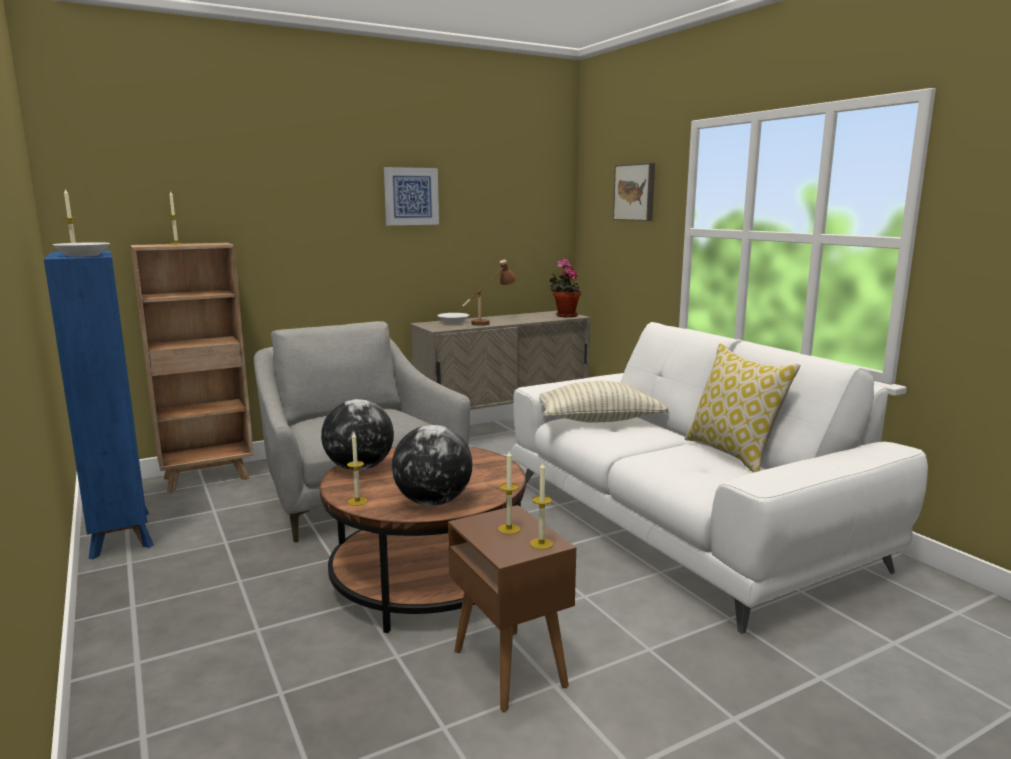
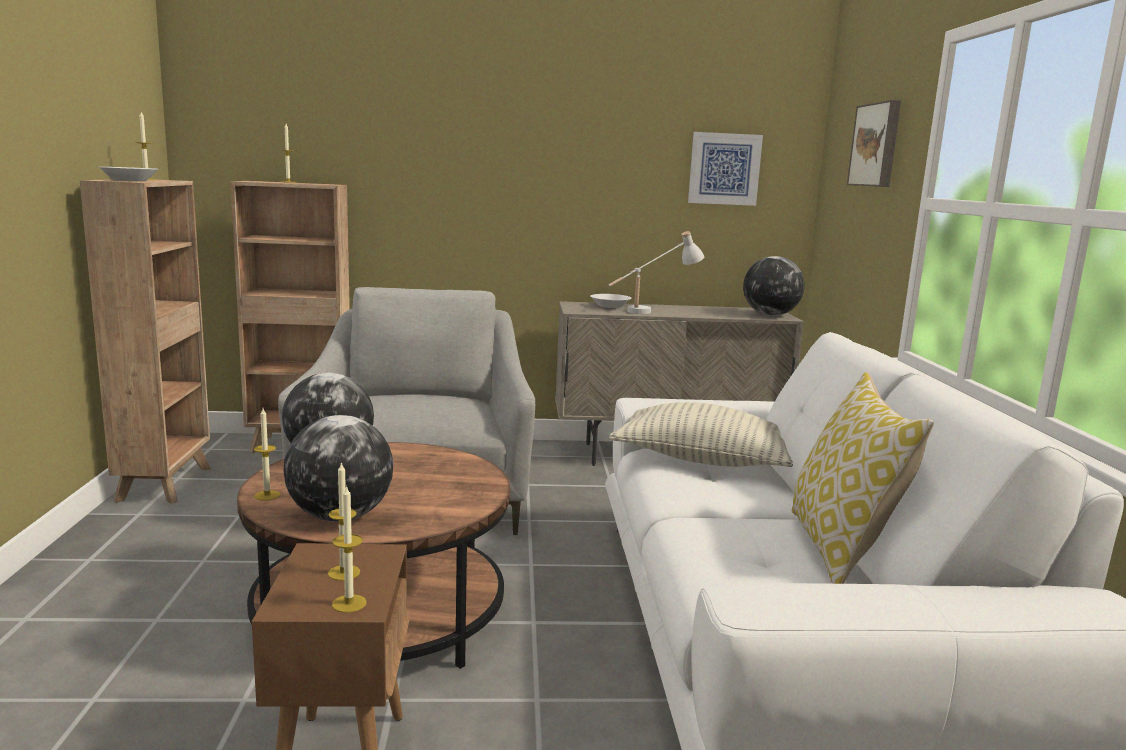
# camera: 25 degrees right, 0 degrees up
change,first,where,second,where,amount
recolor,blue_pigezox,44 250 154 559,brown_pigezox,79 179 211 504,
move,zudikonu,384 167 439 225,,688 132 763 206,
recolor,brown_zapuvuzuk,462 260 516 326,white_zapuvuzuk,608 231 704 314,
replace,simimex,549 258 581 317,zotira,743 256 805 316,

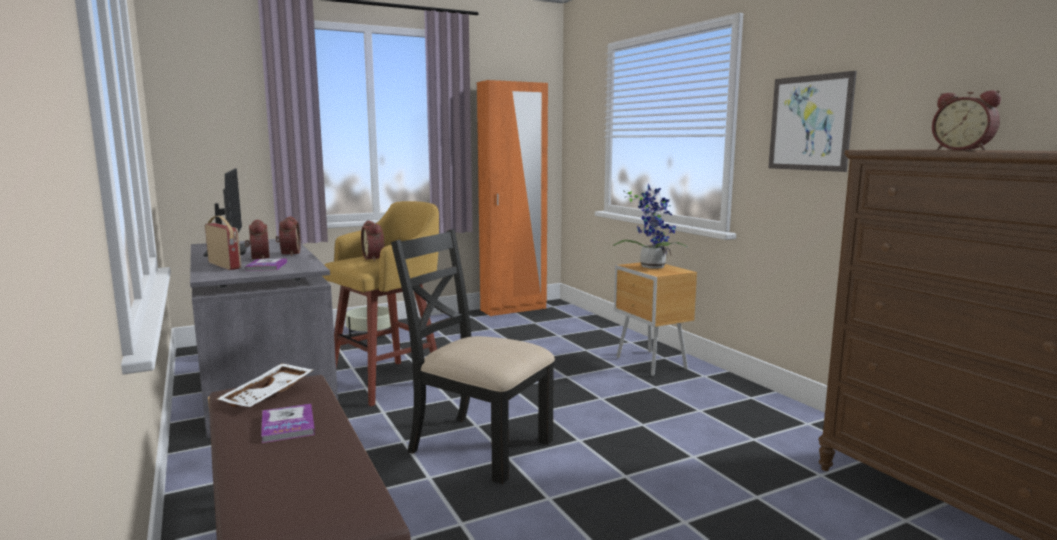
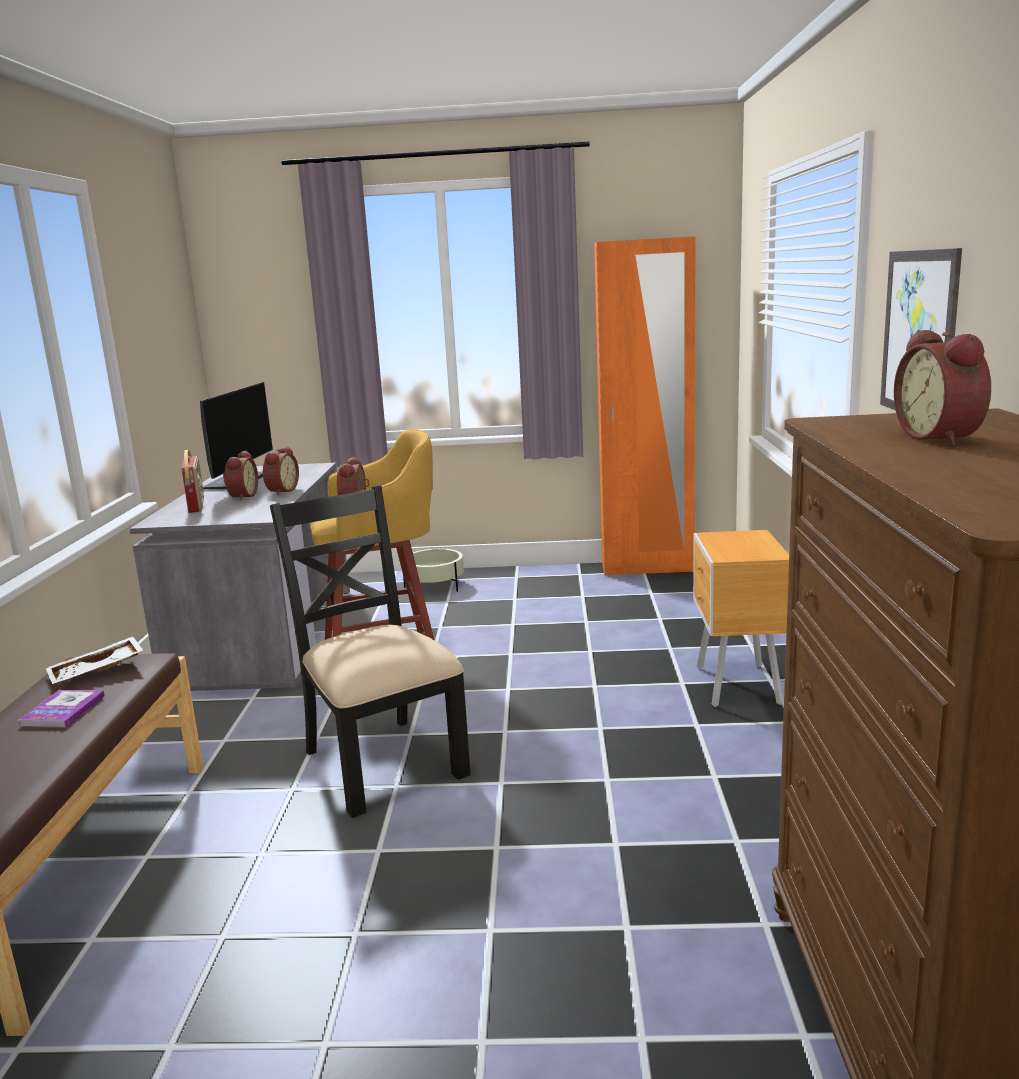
# camera: 30 degrees right, 5 degrees up
change,first,where,second,where,amount
delete,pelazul,245 258 287 271,,,
delete,simimex,613 183 687 269,,,

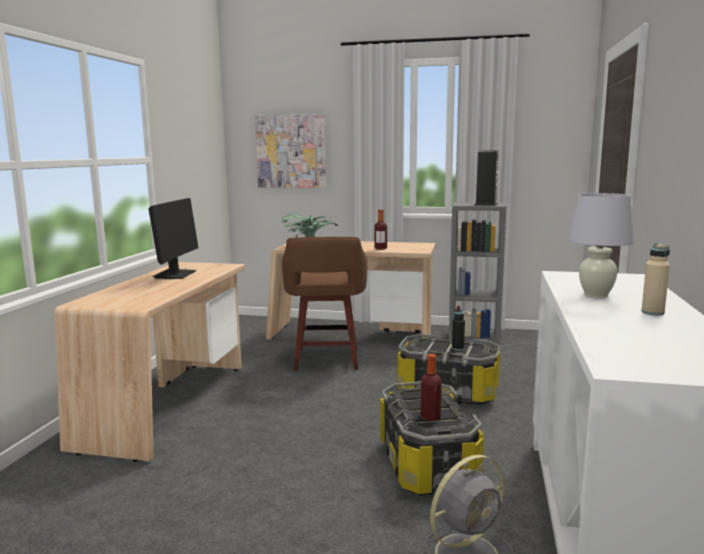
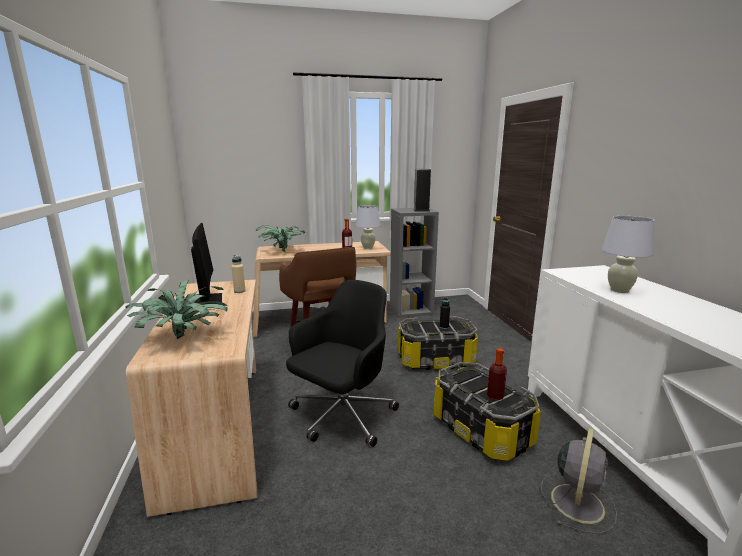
# camera: 25 degrees left, 5 degrees up
change,first,where,second,where,amount
delete,zudikonu,255 114 326 188,,,
move,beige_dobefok,641 243 670 315,,231 255 246 293,
insert,,,simimex,125 280 228 339,
insert,,,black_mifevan,286 280 399 447,
insert,,,white_zapuvuzuk,355 205 381 249,

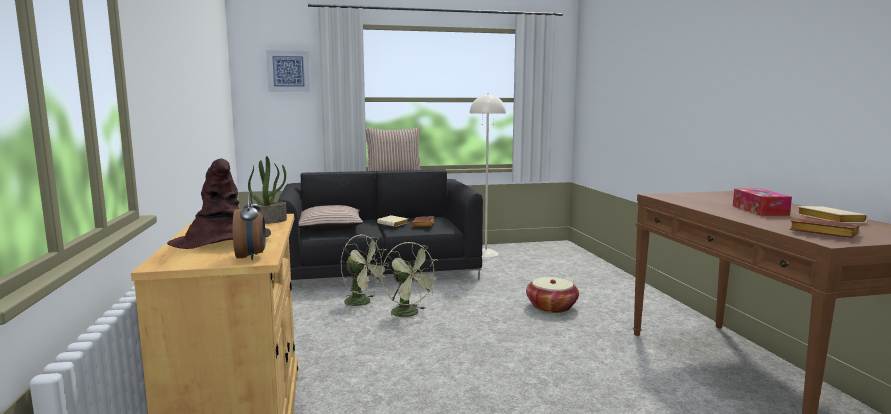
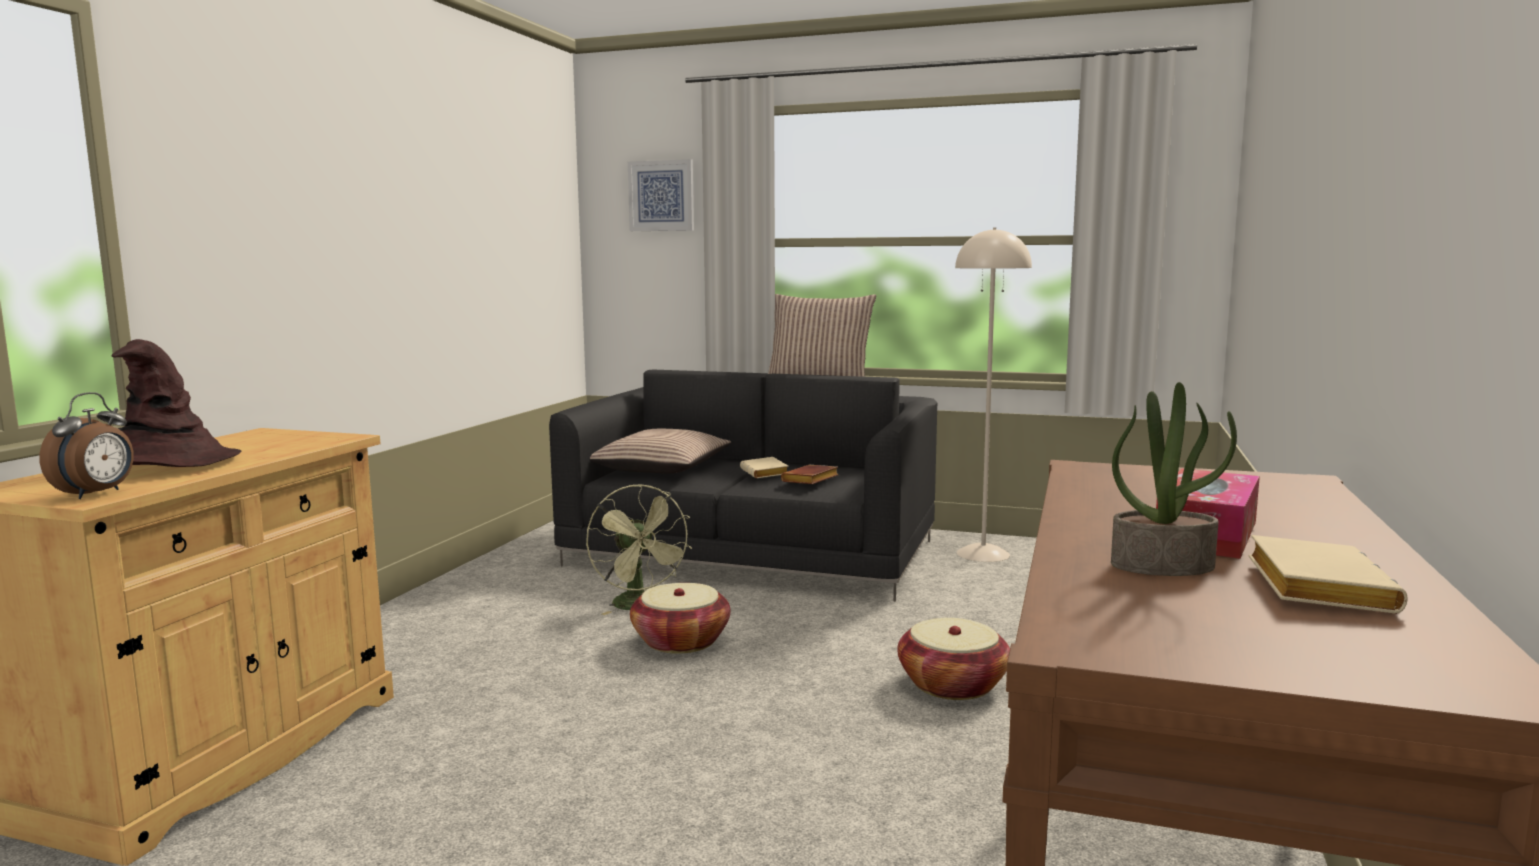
# camera: 30 degrees right, 0 degrees up
change,first,where,second,where,amount
move,simimex,248 156 287 224,,1111 382 1237 576,
replace,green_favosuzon,382 242 440 321,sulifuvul,630 583 730 654,
delete,brown_pelazul,789 217 859 238,,,

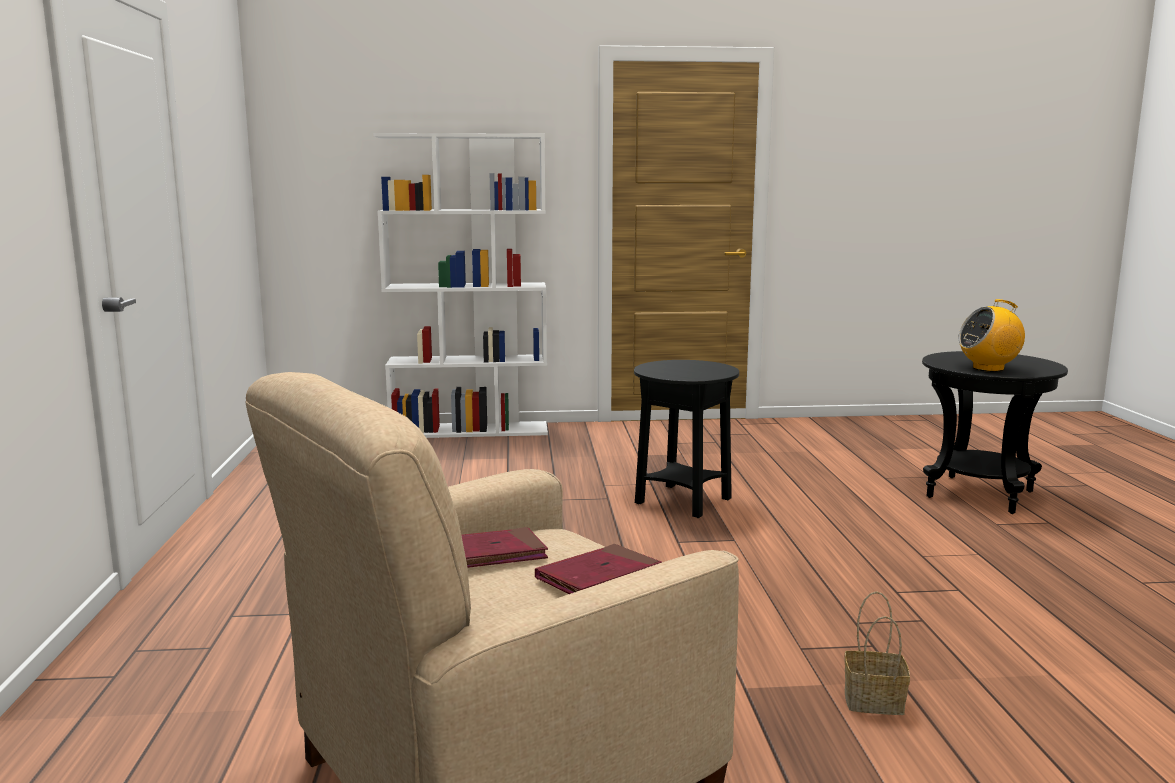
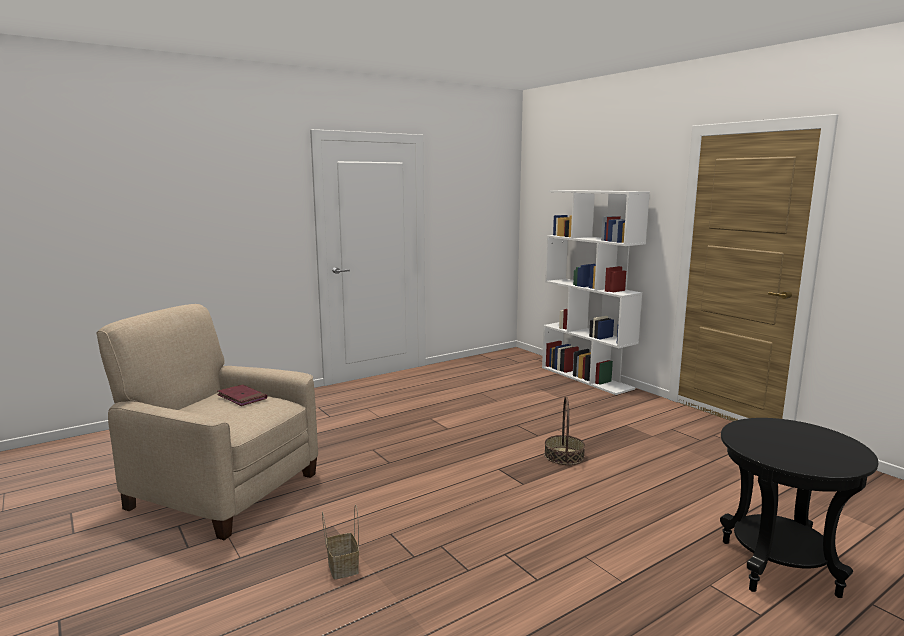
# camera: 60 degrees right, 0 degrees up
change,first,where,second,where,amount
delete,red_pelazul,535 544 662 594,,,
replace,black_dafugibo,634 360 739 518,sulifuvul,544 396 585 465,
delete,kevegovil,958 299 1025 372,,,

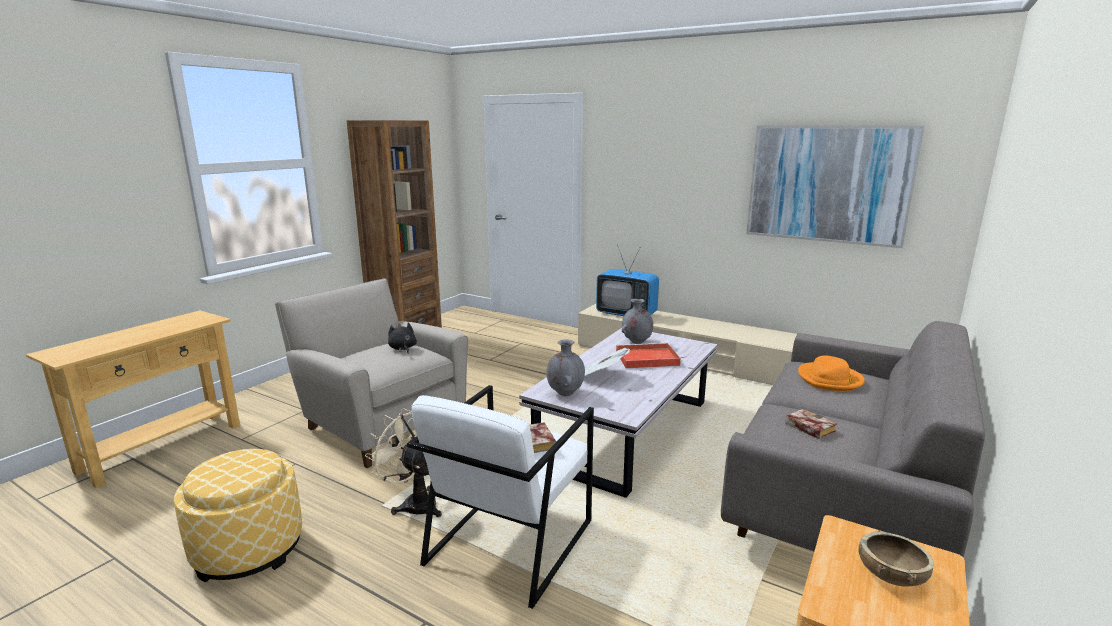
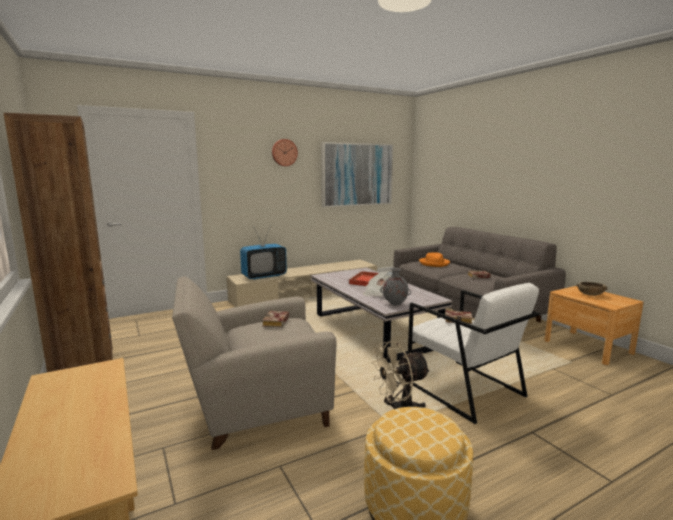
# camera: 60 degrees left, 5 degrees down
change,first,where,second,where,amount
replace,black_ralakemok,388 323 417 353,pelazul,262 311 289 327,
delete,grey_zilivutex,622 299 653 344,,,
insert,,,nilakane,272 139 298 166,

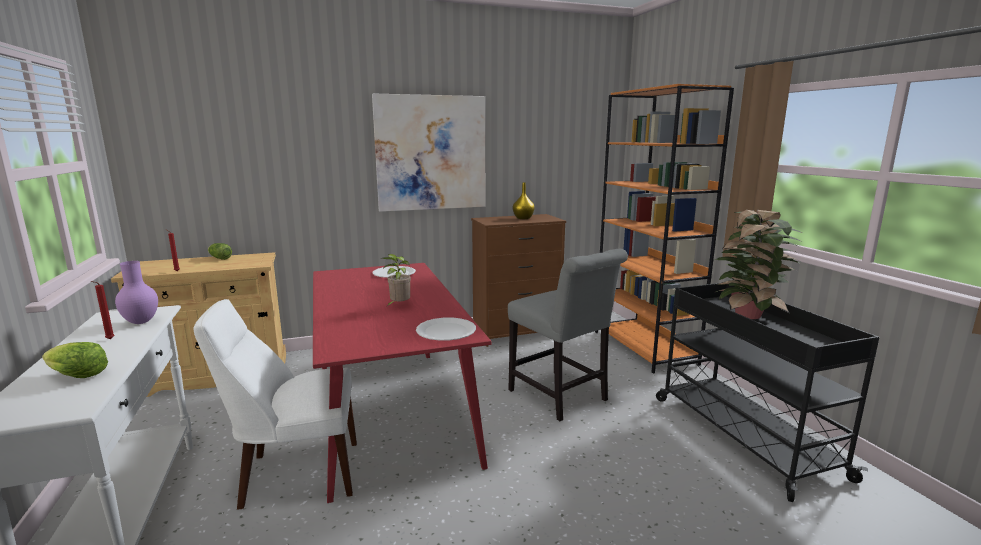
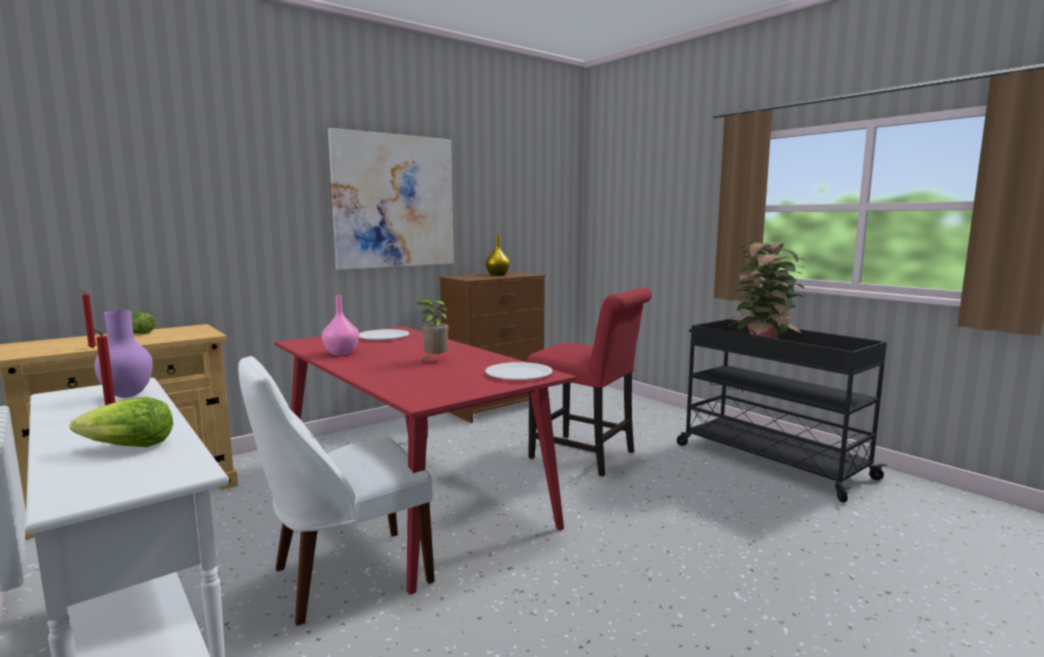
# camera: 20 degrees left, 5 degrees down
change,first,where,second,where,amount
recolor,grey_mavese,508 249 628 421,red_mavese,527 288 652 476,
delete,orange_pigezox,595 84 734 374,,,
insert,,,pink_zilivutex,322 295 359 355,

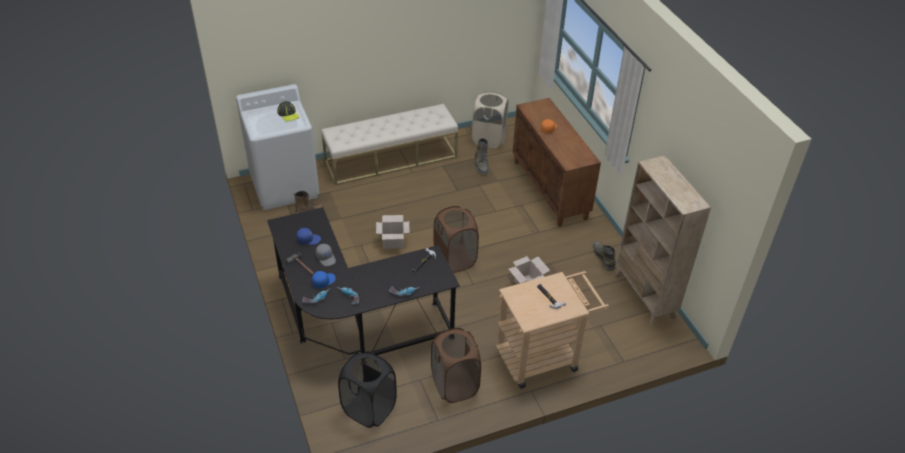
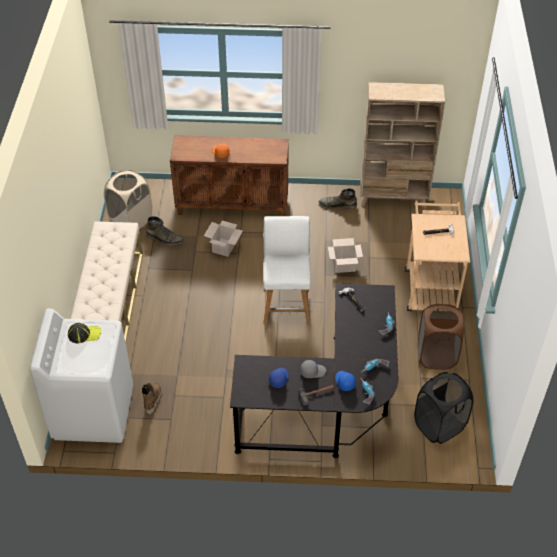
# camera: 65 degrees left, 5 degrees up
change,first,where,second,where,amount
move,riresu,376 215 410 249,,204 221 243 257,
replace,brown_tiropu,434 206 479 273,white_mavese,263 216 311 325,

